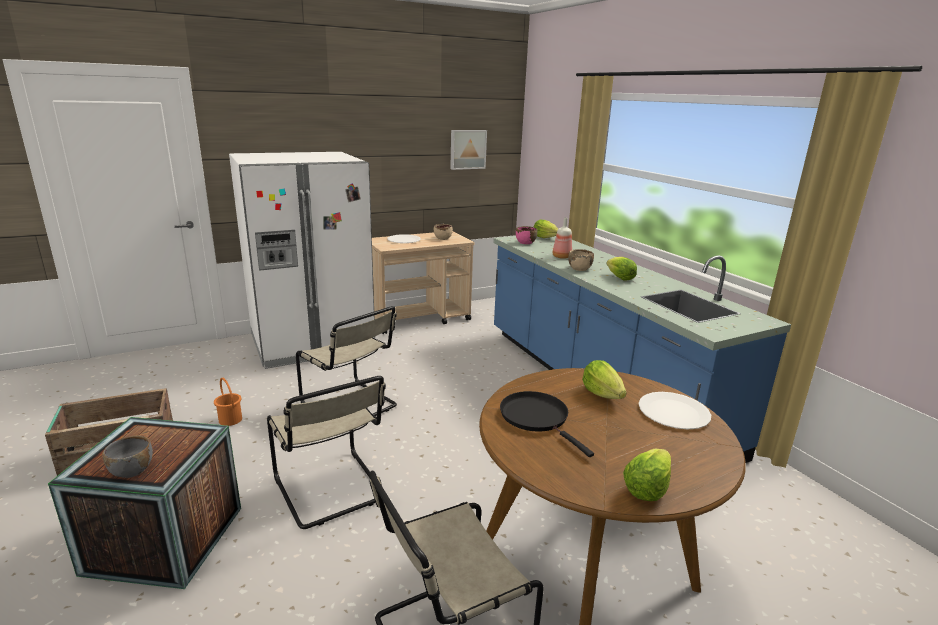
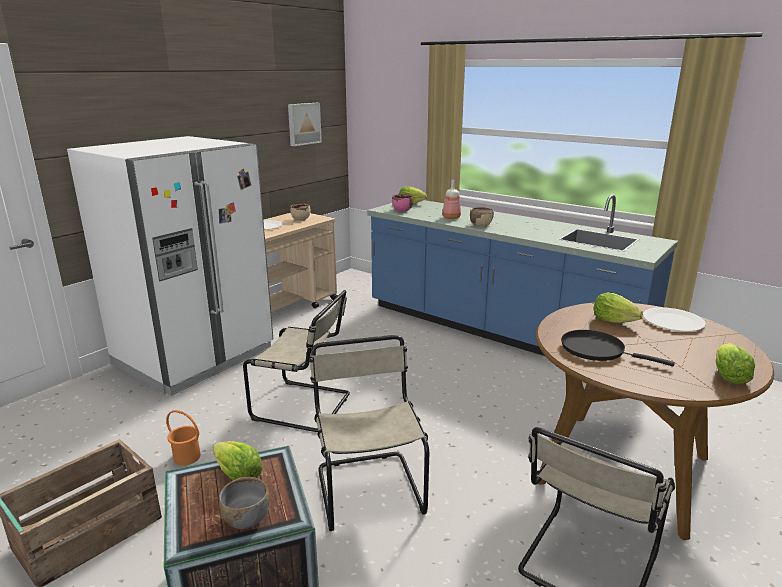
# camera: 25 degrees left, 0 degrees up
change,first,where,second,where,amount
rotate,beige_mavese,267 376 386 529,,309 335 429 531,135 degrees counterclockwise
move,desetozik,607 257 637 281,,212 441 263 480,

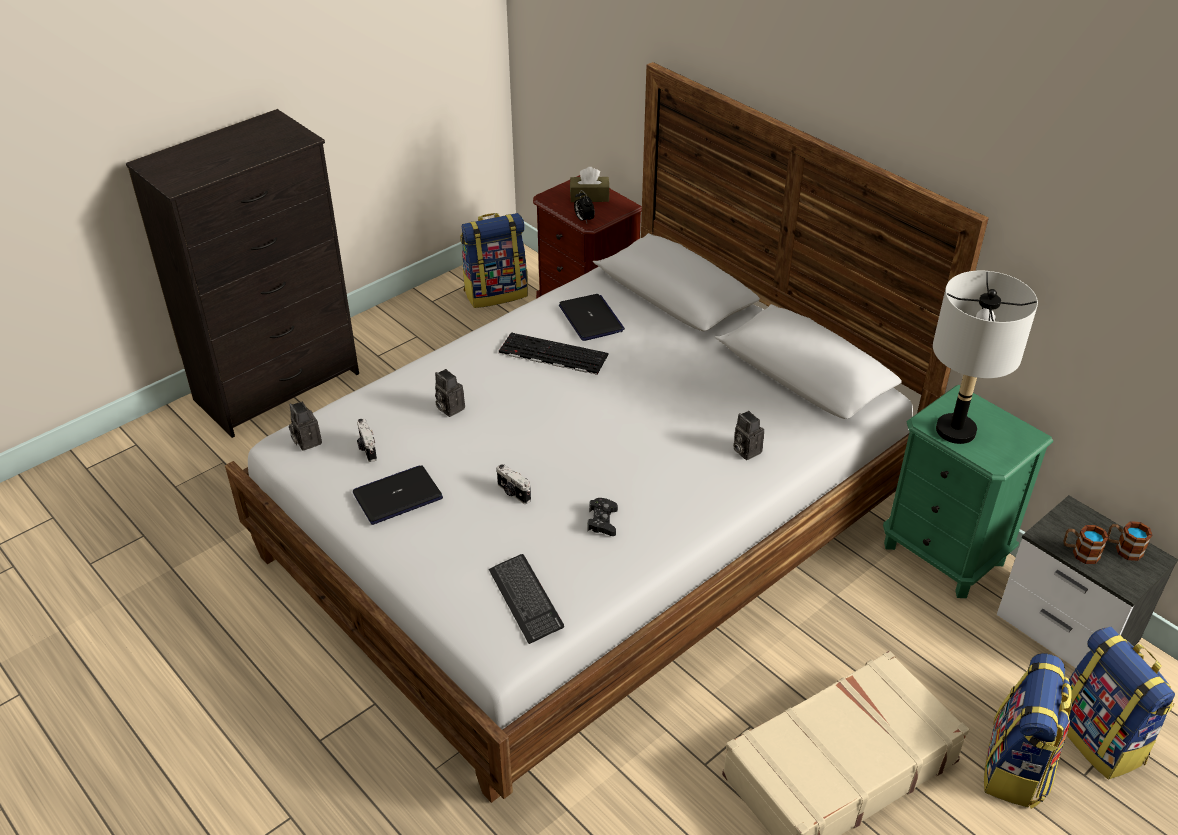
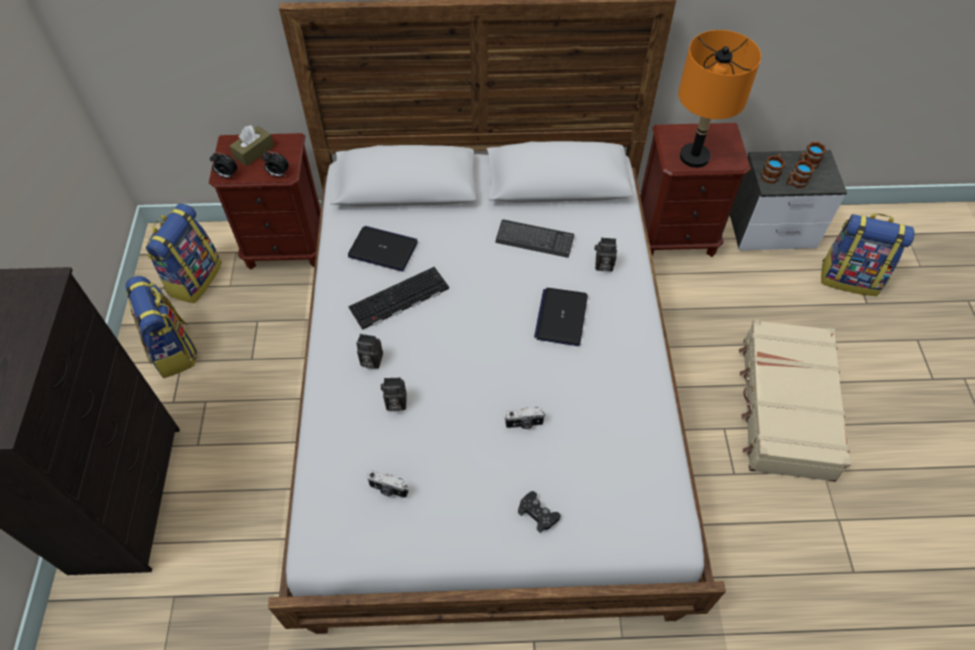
# camera: 50 degrees left, 15 degrees up
change,first,where,second,where,amount
move,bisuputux,289 401 322 451,,356 334 383 369,
move,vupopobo,353 465 443 525,,534 288 588 346,
move,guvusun,489 554 564 644,,495 220 574 258,
move,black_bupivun,587 498 618 536,,518 491 561 533,
recolor,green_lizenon,883 385 1053 598,brown_lizenon,640 123 751 257,
recolor,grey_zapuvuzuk,933 271 1038 444,orange_zapuvuzuk,678 30 761 168,
move,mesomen,984 653 1072 809,,125 276 198 378,
insert,,,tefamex,210 152 238 178,
insert,,,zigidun,761 153 785 184,

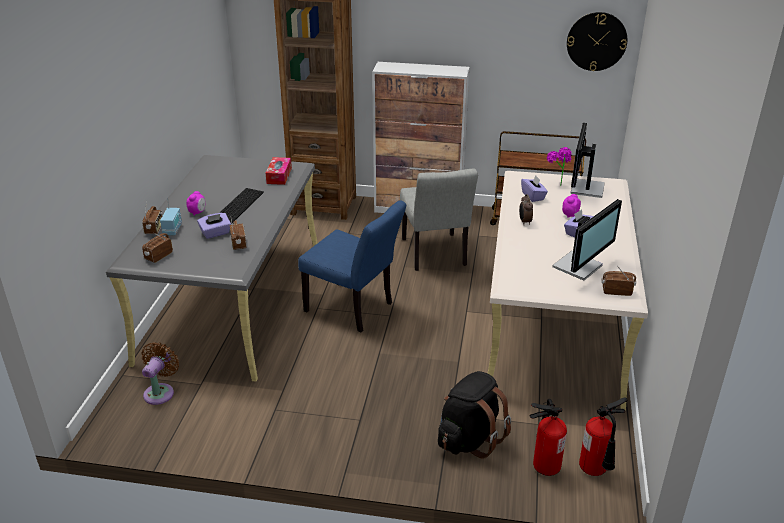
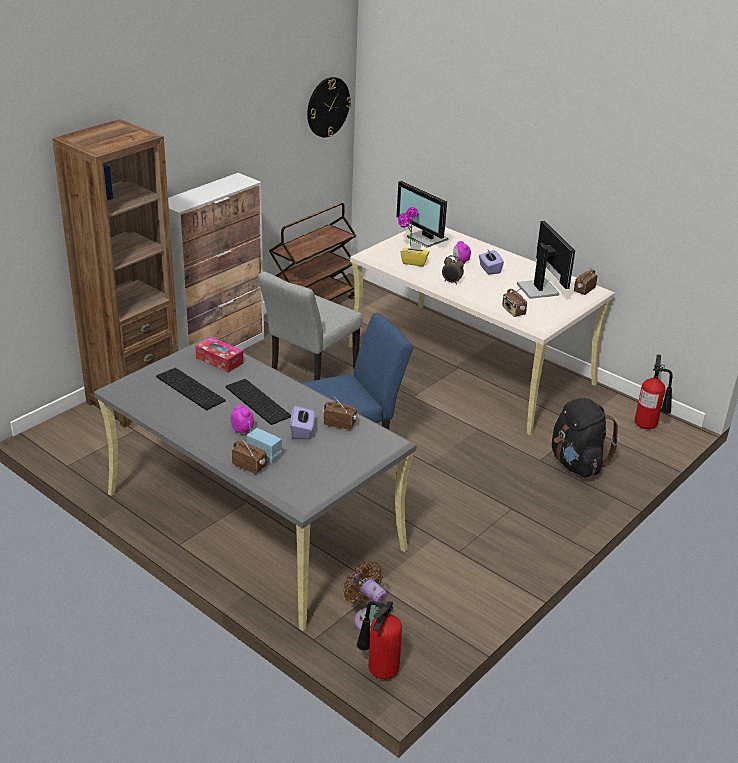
# camera: 60 degrees left, 0 degrees up
change,first,where,second,where,amount
move,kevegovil,142 232 173 263,,502 287 527 317,
rotate,grey_mavese,400 169 478 271,,258 271 363 380,105 degrees clockwise
recolor,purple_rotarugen,521 175 548 202,yellow_rotarugen,400 242 429 266,
move,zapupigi,530 399 567 476,,357 601 402 679,
insert,,,guvusun,156 368 226 410,

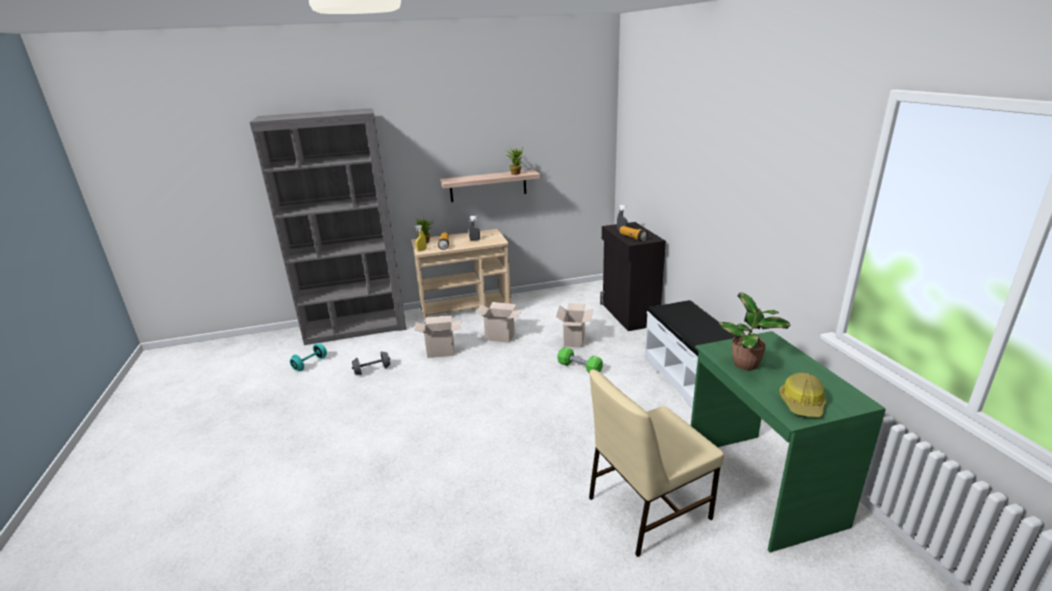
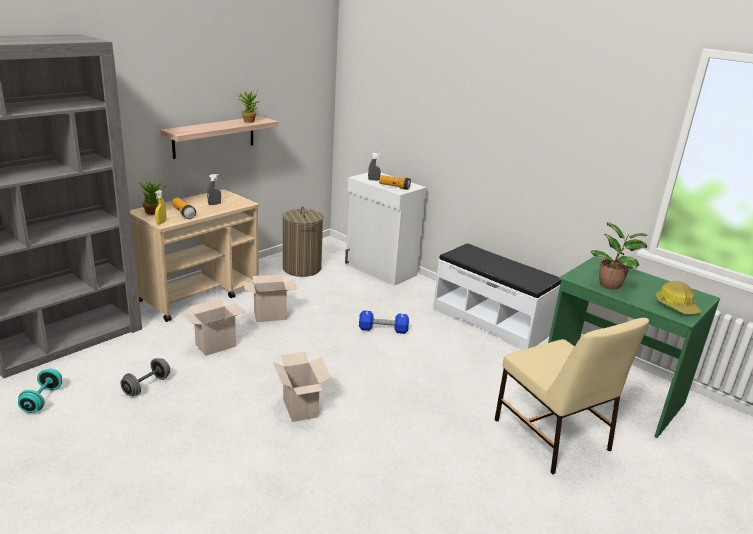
# camera: 35 degrees left, 0 degrees up
change,first,where,second,where,amount
move,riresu,556 303 593 348,,273 352 332 422,
recolor,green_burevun,558 347 603 373,blue_burevun,359 310 409 334,
rotate,beige_mavese,589 369 724 557,,494 318 649 474,60 degrees counterclockwise
recolor,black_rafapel,600 222 666 331,white_rafapel,345 172 427 286,
insert,,,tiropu,283 207 323 277,

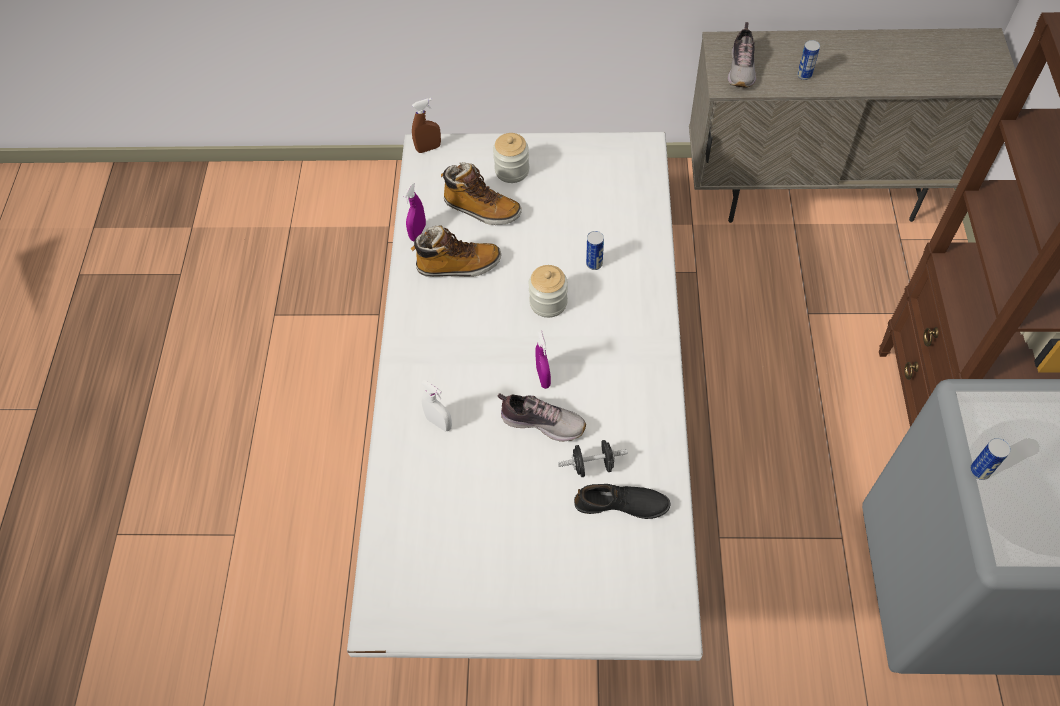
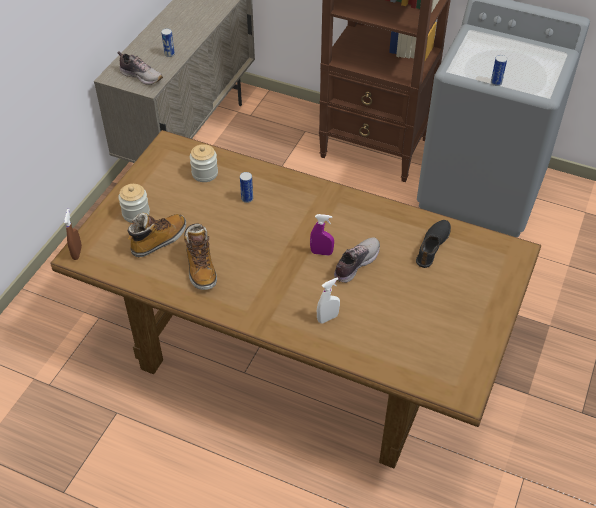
# camera: 70 degrees left, 10 degrees down
change,first,where,second,where,amount
recolor,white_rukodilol,347 132 703 661,brown_rukodilol,50 130 541 468,
delete,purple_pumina,403 183 426 241,,,
rotate,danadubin,411 225 501 277,,184 223 217 290,150 degrees clockwise
move,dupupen,529 265 568 318,,190 144 218 182,
delete,black_burevun,558 440 628 477,,,

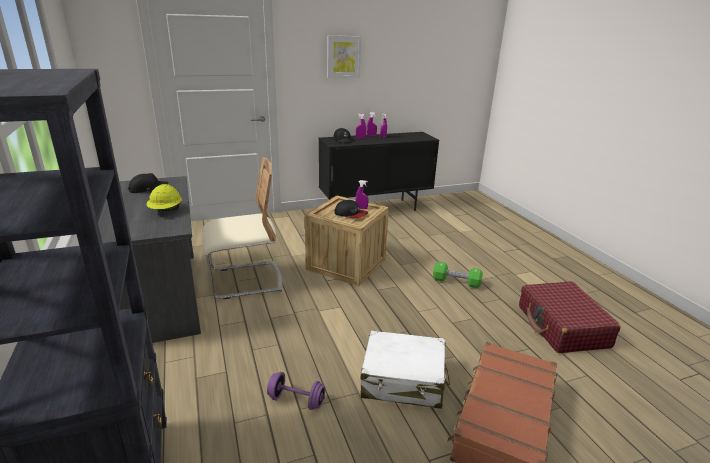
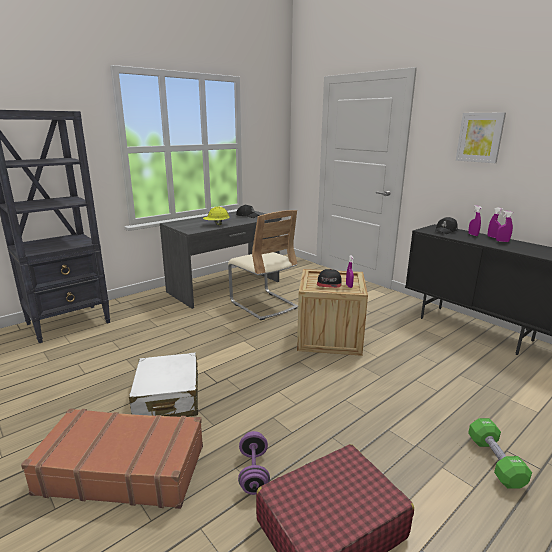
# camera: 70 degrees right, 5 degrees down
change,first,where,second,where,amount
move,purple_burevun,267 372 325 410,,238 431 270 495,
move,green_burevun,433 262 483 288,,468 418 532 489,

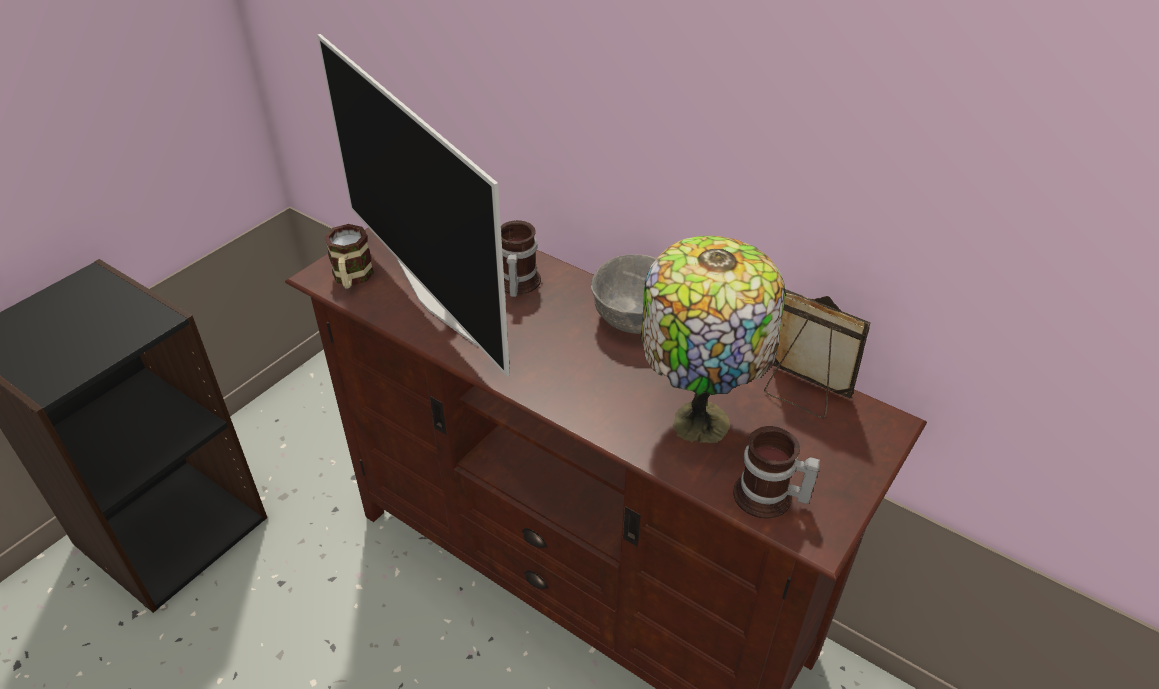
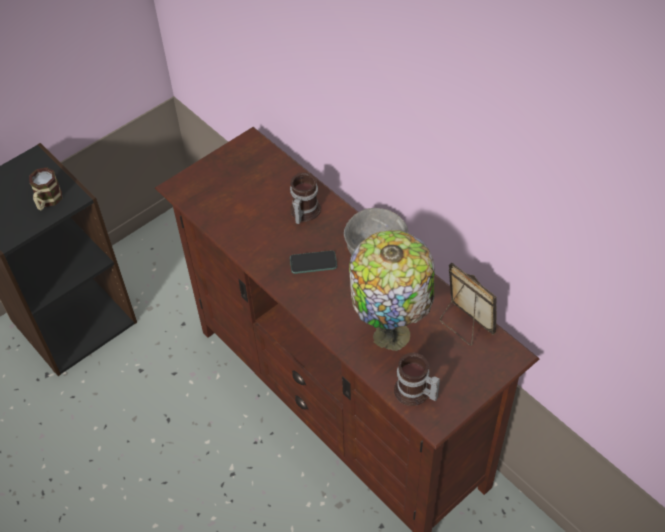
# camera: 15 degrees right, 10 degrees up
change,first,where,second,where,amount
delete,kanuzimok,317 34 510 377,,,
move,zigidun,324 224 374 289,,29 167 62 210,
insert,,,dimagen,290 250 337 274,

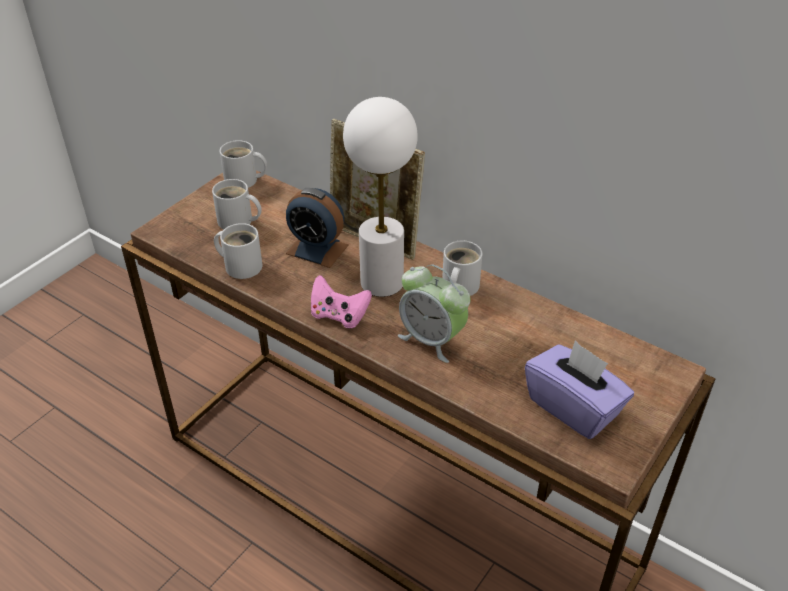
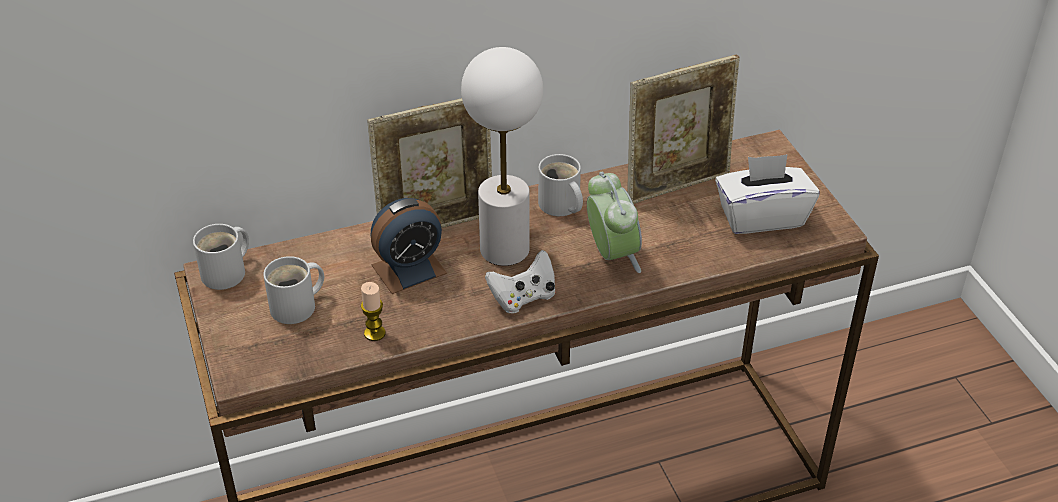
# camera: 55 degrees left, 0 degrees up
change,first,where,second,where,amount
replace,white_zigidun,214 223 262 279,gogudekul,361 282 386 341,
recolor,pink_bupivun,311 275 372 328,white_bupivun,485 250 555 314,
rotate,tefamex,398 264 471 363,,587 172 642 273,90 degrees counterclockwise
recolor,purple_rotarugen,525 341 634 439,white_rotarugen,715 154 820 234,
insert,,,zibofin,627 54 740 204,

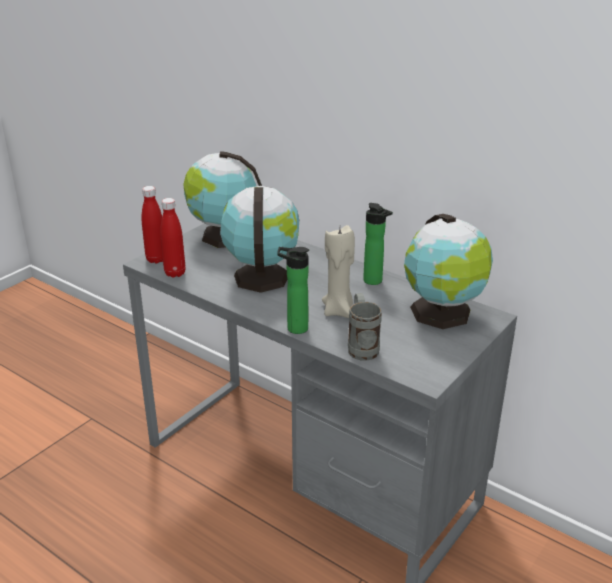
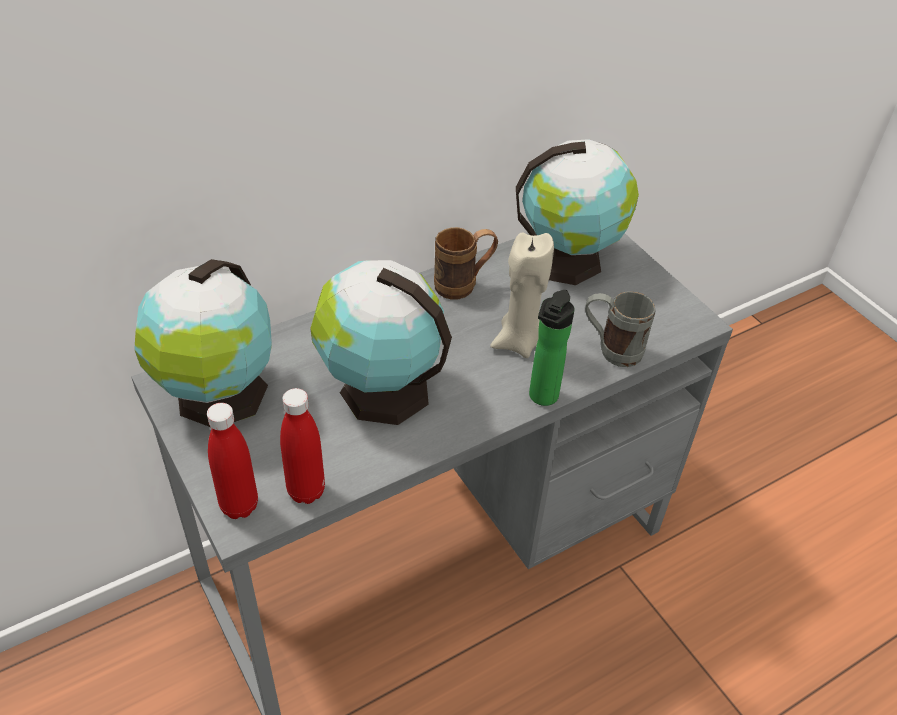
# camera: 70 degrees left, 15 degrees up
change,first,where,second,where,amount
replace,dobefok,363 203 393 285,brown_zigidun,434 227 498 300,

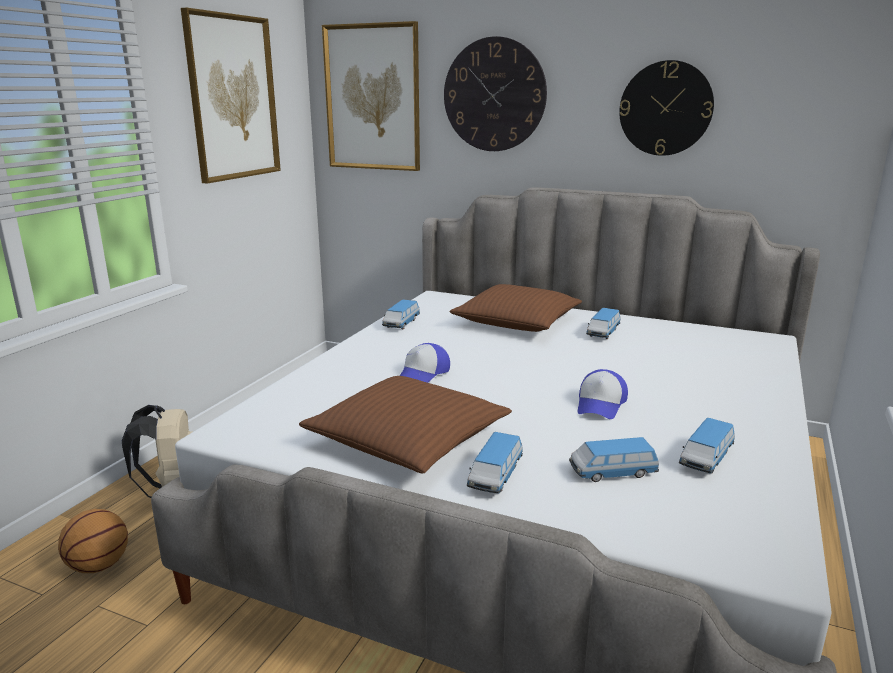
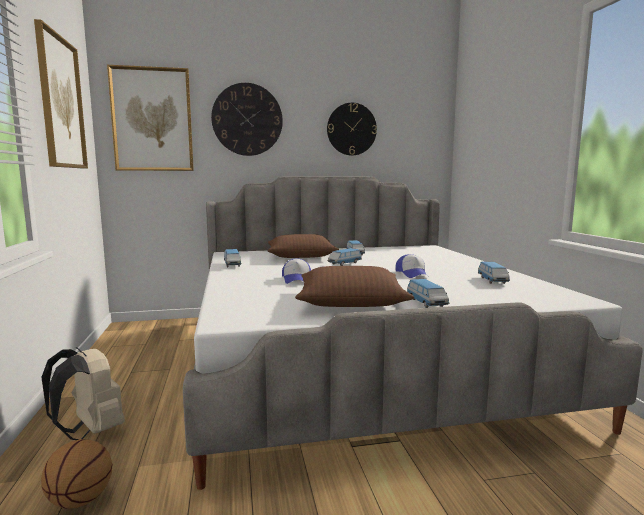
# camera: 35 degrees left, 10 degrees down
change,first,where,second,where,amount
move,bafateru,569 437 659 482,,327 248 362 266,

